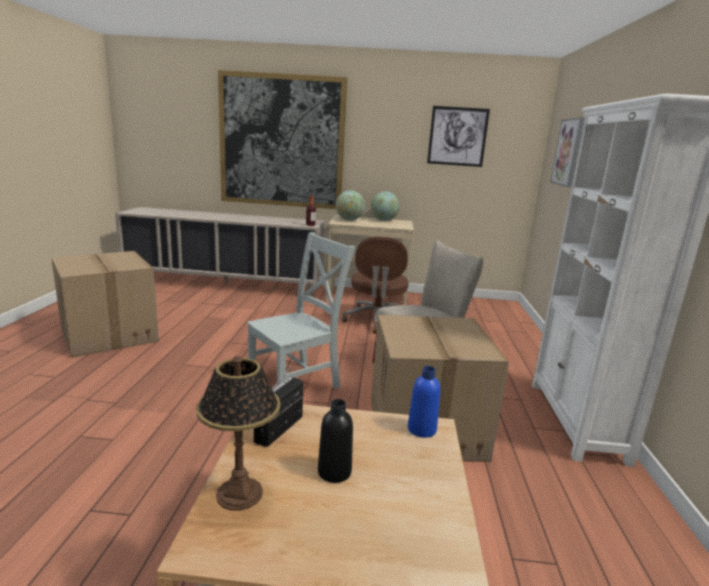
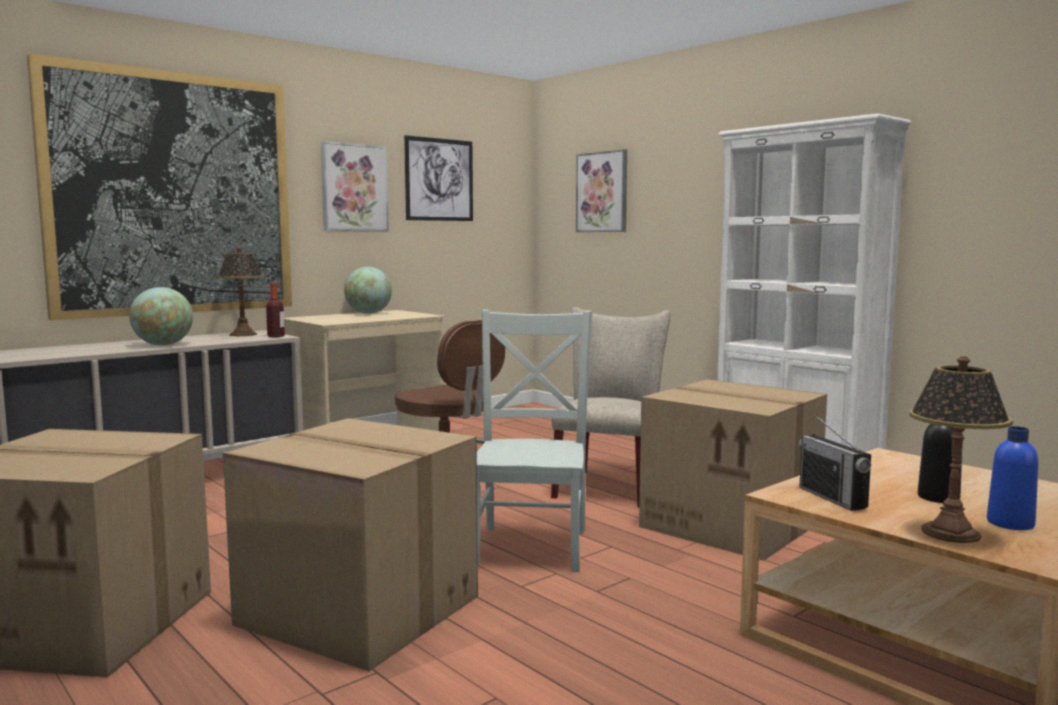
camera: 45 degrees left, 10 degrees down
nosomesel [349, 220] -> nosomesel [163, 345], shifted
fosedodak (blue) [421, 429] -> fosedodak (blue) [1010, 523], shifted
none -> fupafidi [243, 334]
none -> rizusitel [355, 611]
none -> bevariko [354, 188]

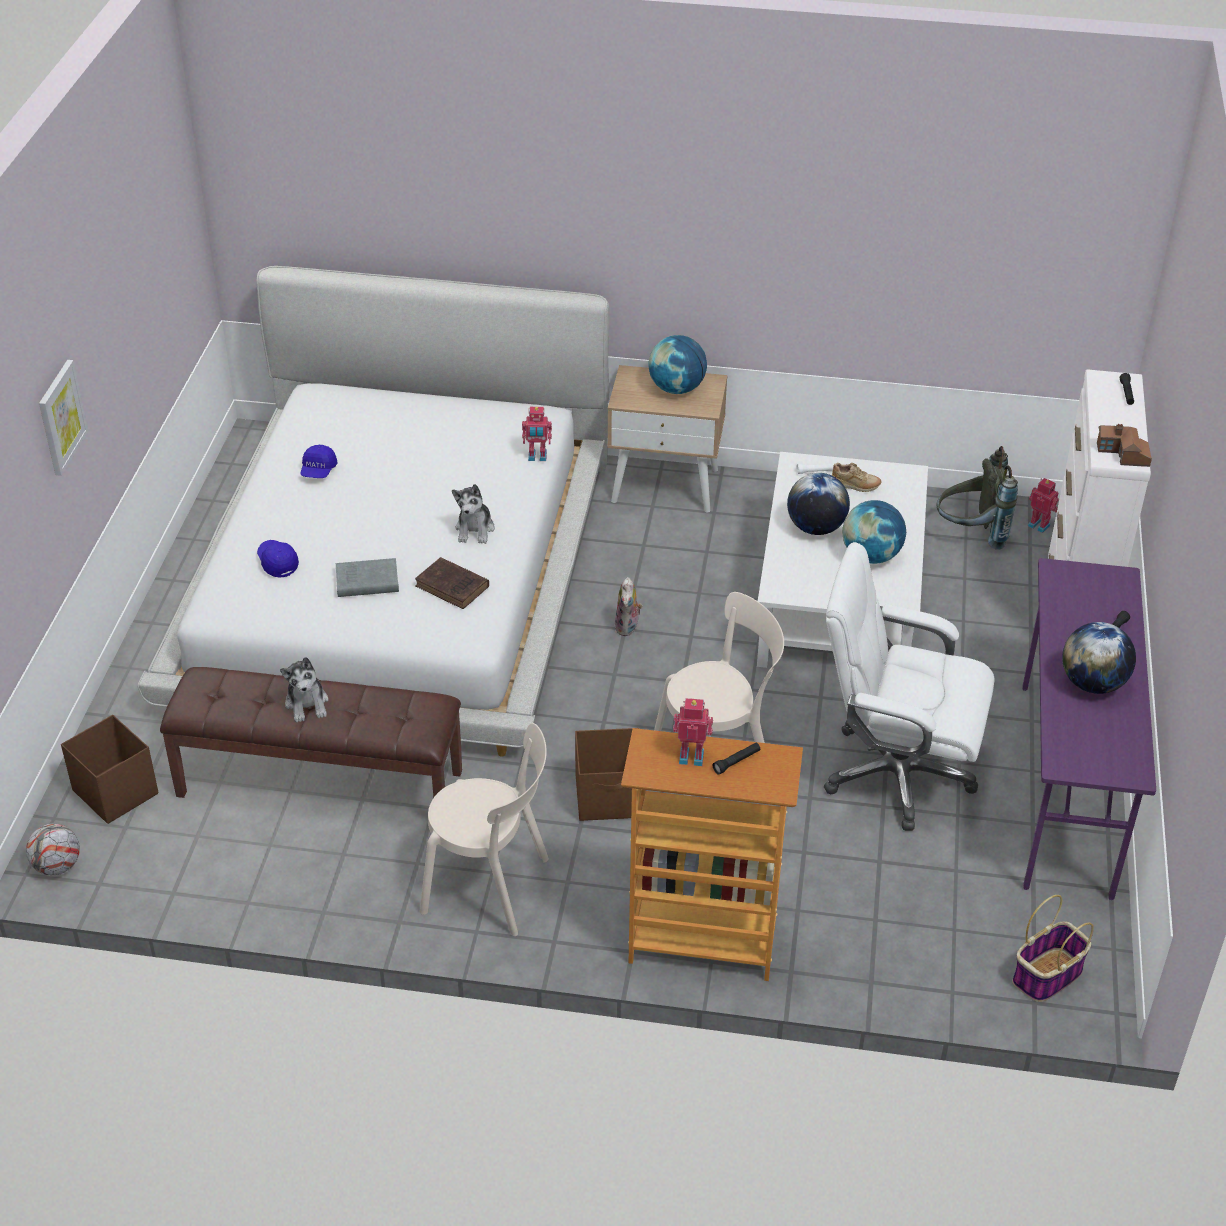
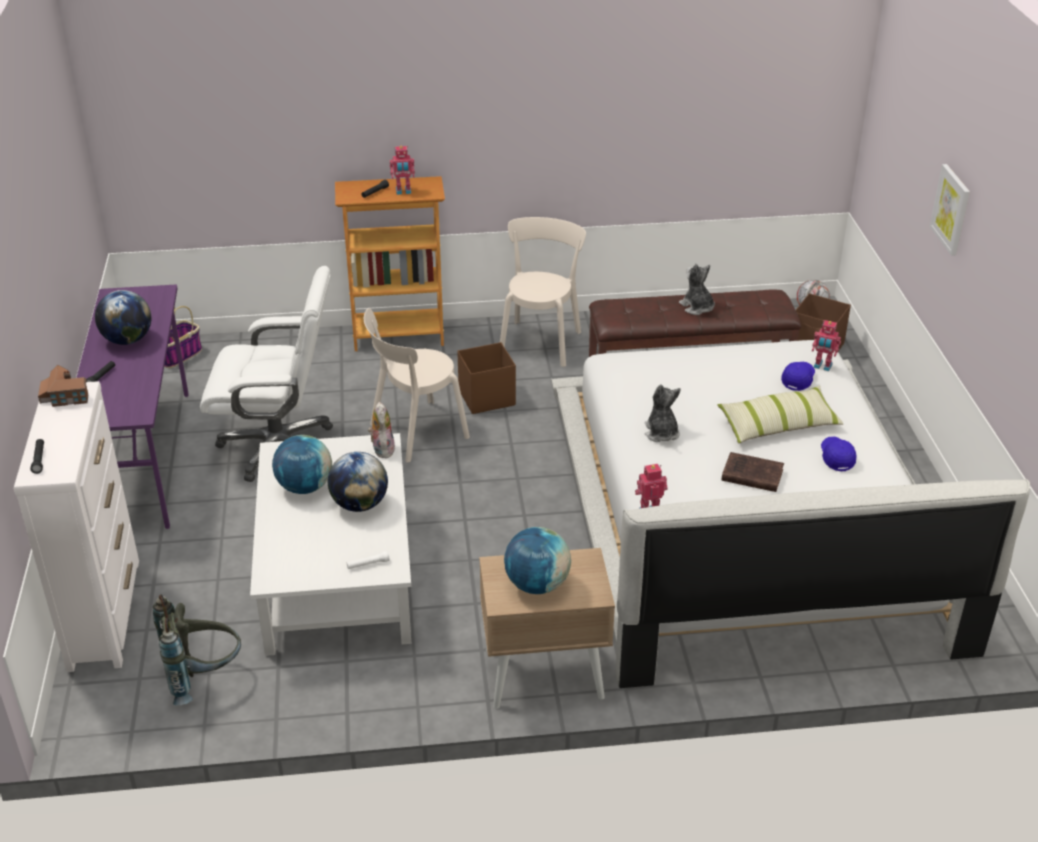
camera: 165 degrees right, 5 degrees down
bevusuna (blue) [277, 563] -> bevusuna (blue) [798, 380], 105 degrees counterclockwise
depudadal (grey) [365, 582] -> none
depudadal (brown) [453, 587] -> depudadal (brown) [750, 475], shifted
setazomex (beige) [491, 887] -> setazomex (beige) [541, 341], 105 degrees clockwise
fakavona [628, 627] -> fakavona [382, 449], shifted
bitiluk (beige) [855, 487] -> none
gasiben [1039, 525] -> gasiben [822, 366], shifted
none -> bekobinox [778, 425]

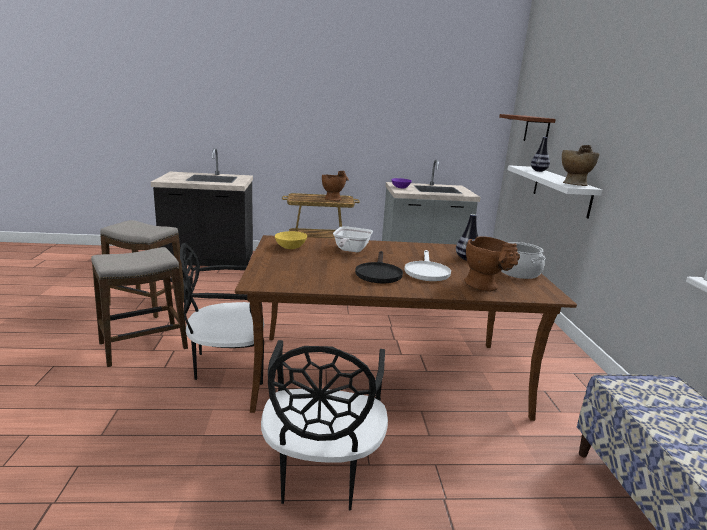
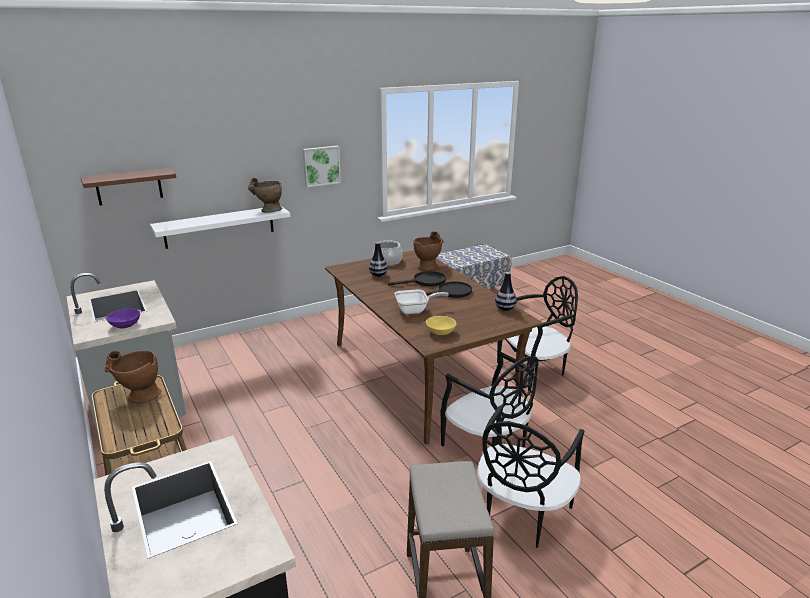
camera: 115 degrees left, 5 degrees up
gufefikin [143, 346] -> setazomex (black) [521, 515]
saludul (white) [426, 271] -> saludul (black) [425, 282]
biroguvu [538, 171] -> biroguvu [505, 309], shifted
none -> bevariko [321, 166]

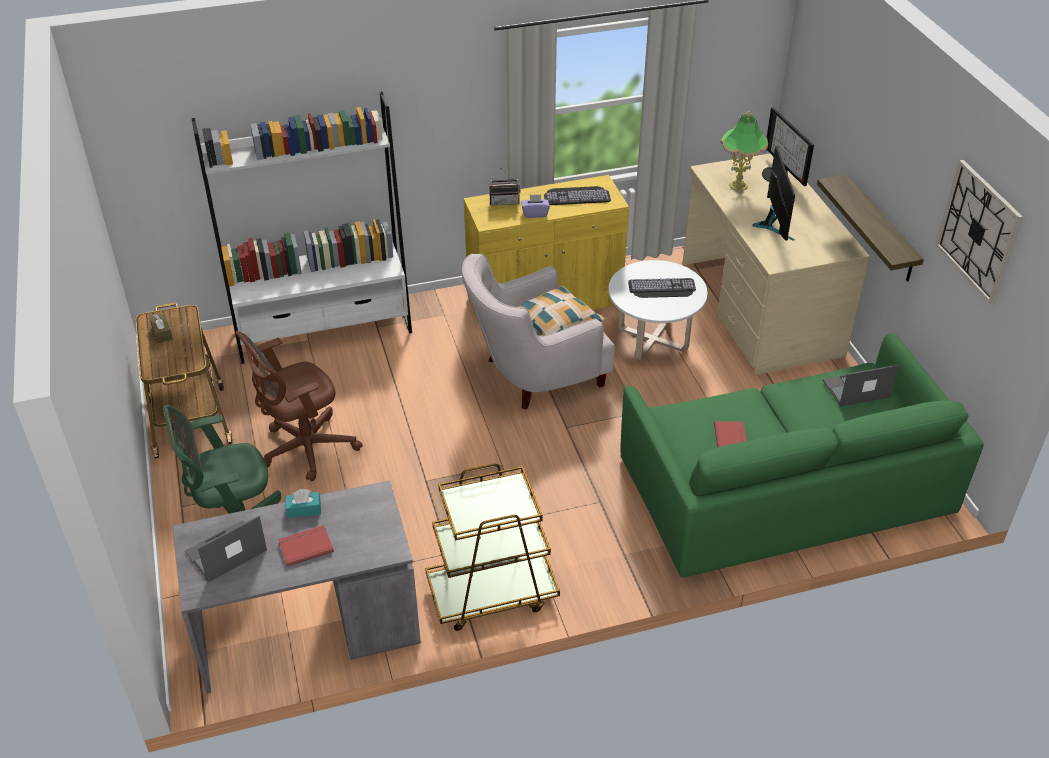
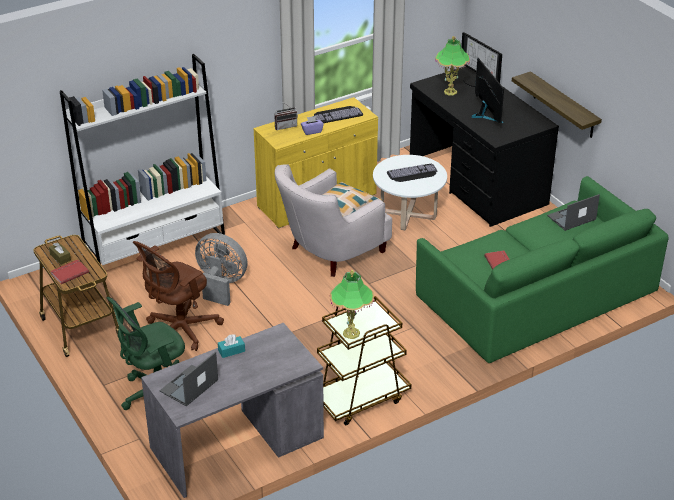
camera: 15 degrees left, 5 degrees down
depudadal (red) [305, 546] -> depudadal (red) [69, 272], shifted
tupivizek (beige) [759, 308] -> tupivizek (black) [476, 182]
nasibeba [978, 231] -> none
none -> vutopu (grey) [221, 285]
none -> fupafidi [351, 333]

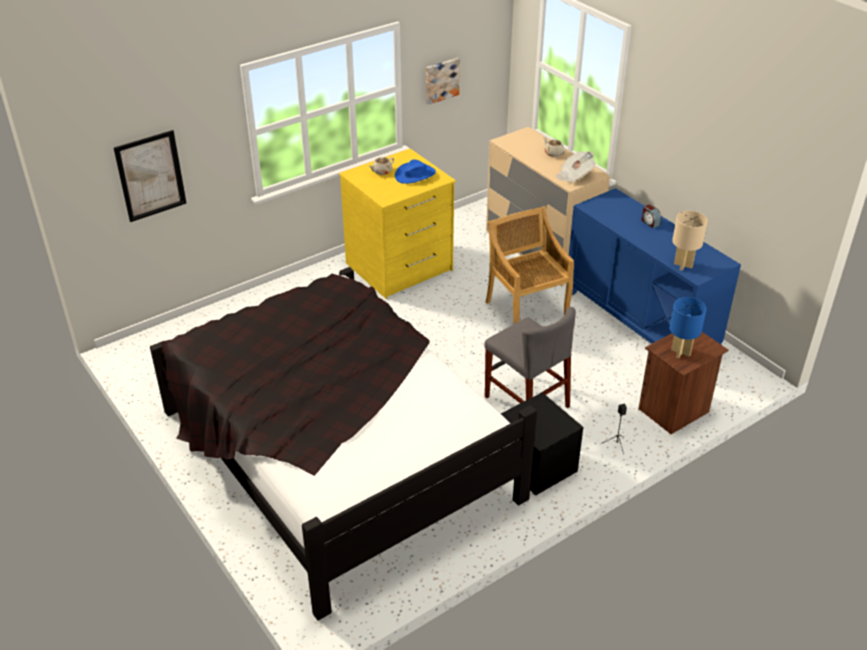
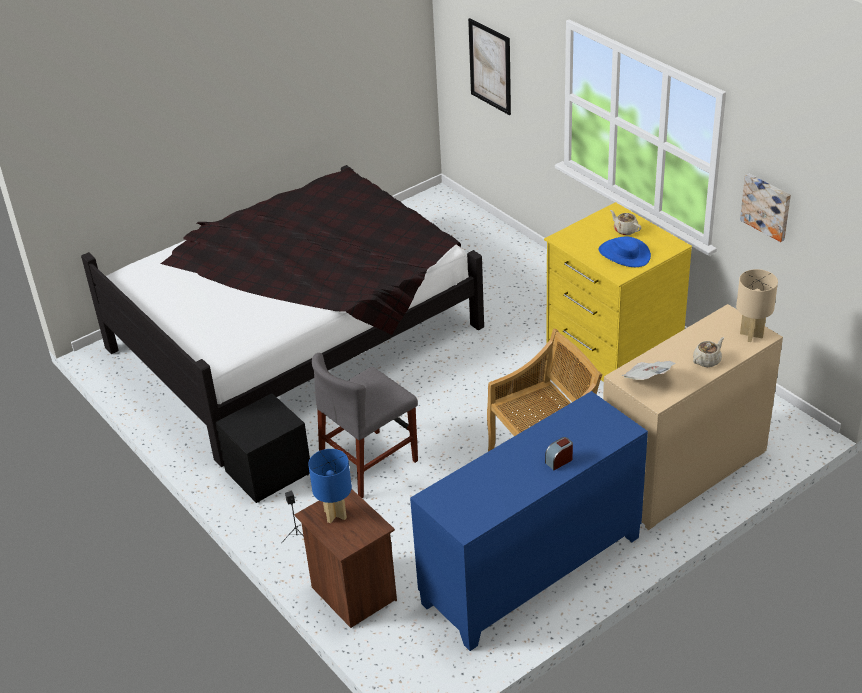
camera: 90 degrees right, 0 degrees up
fupafidi (beige) [683, 265] -> fupafidi (beige) [751, 335], shifted

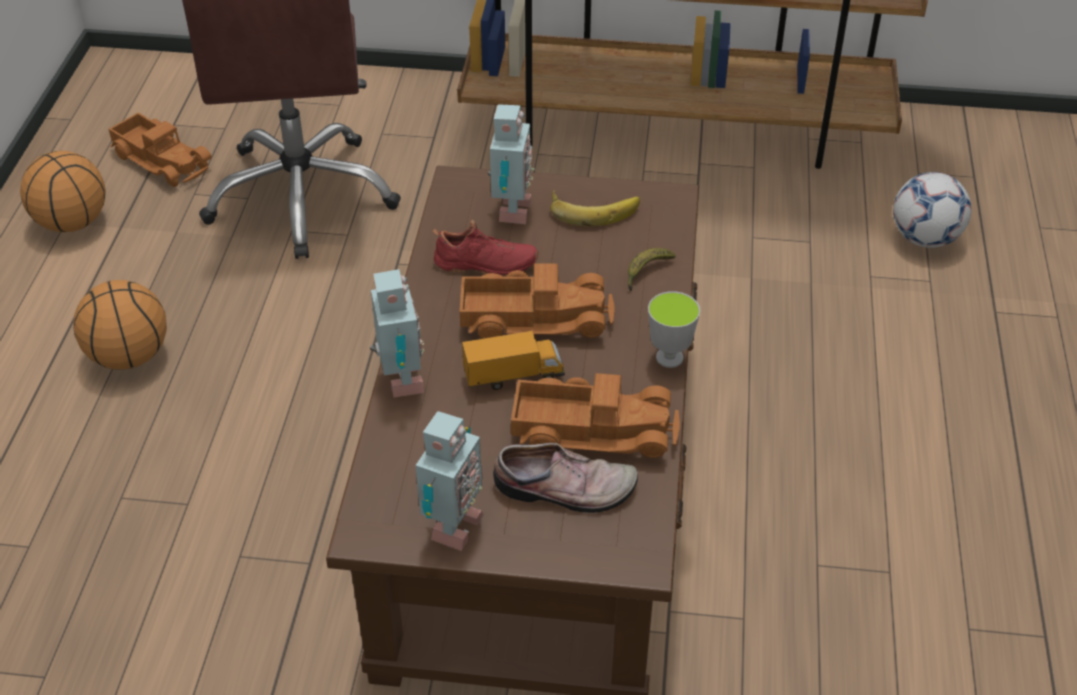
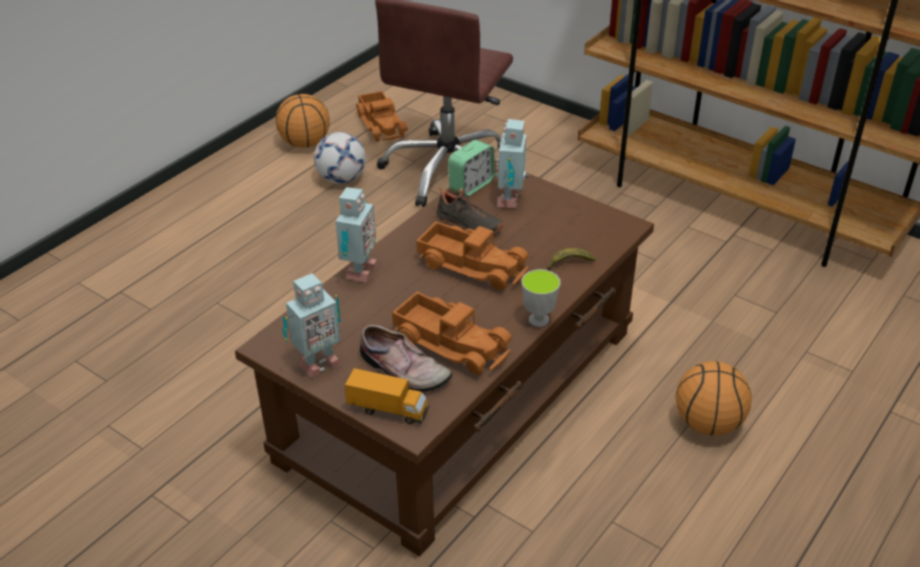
camera: 30 degrees right, 5 degrees down
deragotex [130, 357] -> deragotex [708, 424], shifted
bitiluk (red) [485, 266] -> bitiluk (black) [468, 225]
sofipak [514, 377] -> sofipak [388, 410], shifted
gasiben [510, 212] -> gasiben [511, 199], 150 degrees clockwise
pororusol [593, 208] -> none
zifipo [924, 238] -> zifipo [341, 179], shifted
none -> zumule [471, 185]

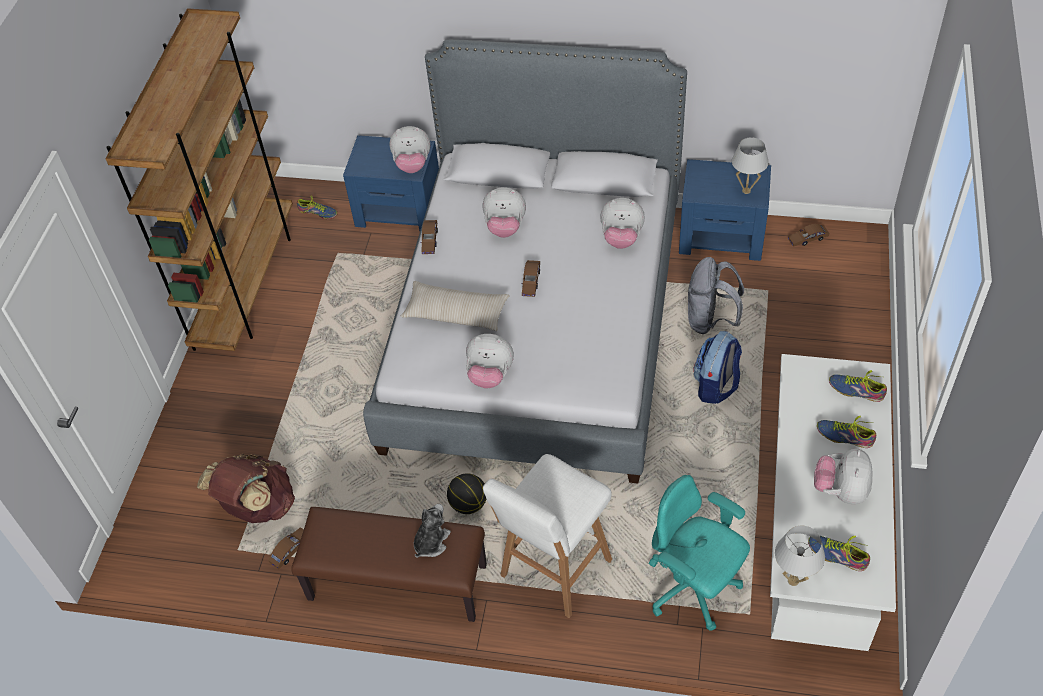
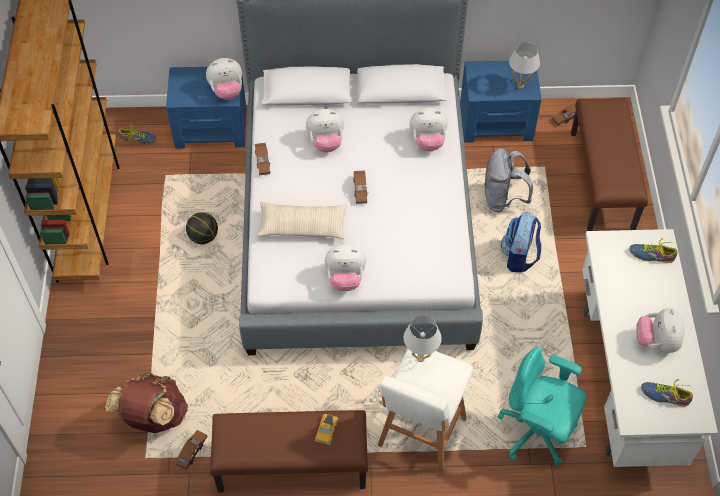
camera: 15 degrees left, 5 degrees up
fakavona [431, 542] -> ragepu [326, 430]
deragotex [468, 504] -> deragotex [203, 237], shifted
fupafidi (white) [793, 580] -> fupafidi (white) [420, 358], shifted
bitiluk [845, 436] -> none
none -> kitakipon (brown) [603, 180]

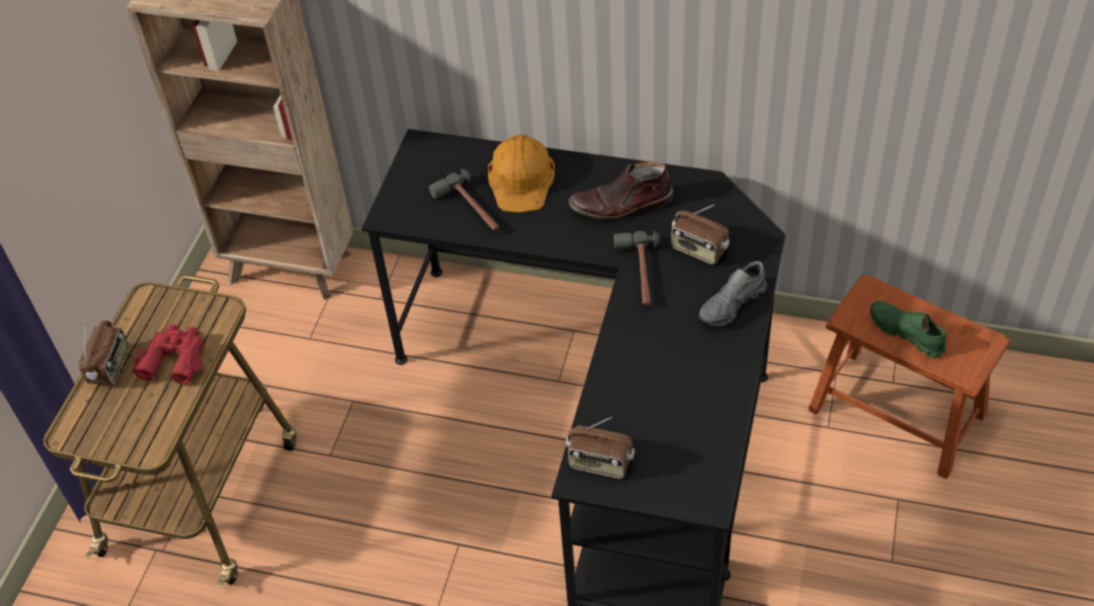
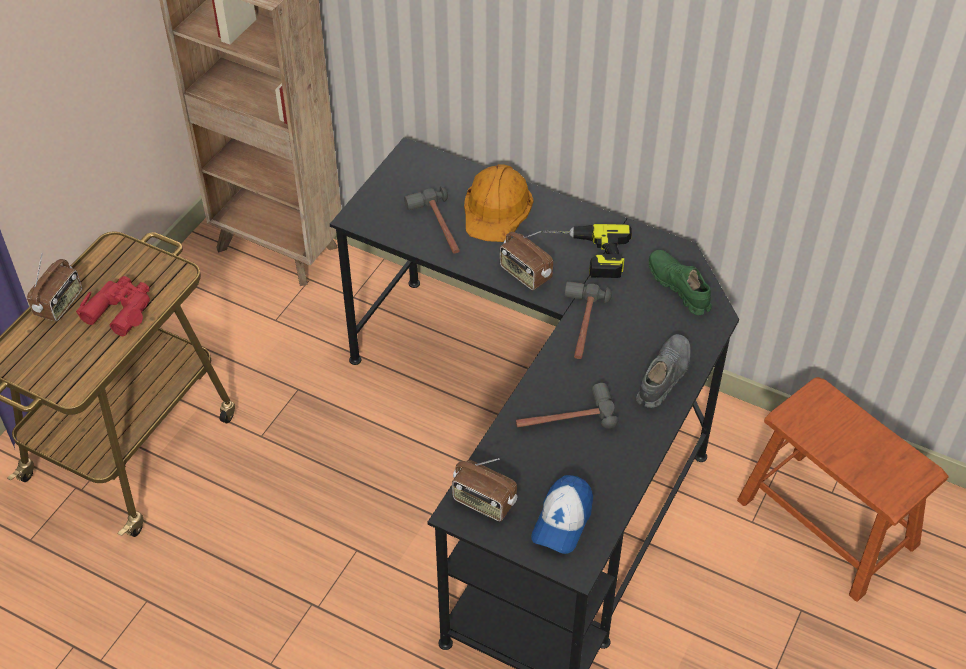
camera: 10 degrees right, 0 degrees up
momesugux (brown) [621, 205] -> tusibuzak [586, 254]
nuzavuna [698, 250] -> nuzavuna [525, 274], shifted
bitiluk (grey) [732, 305] -> bitiluk (grey) [663, 377], 150 degrees clockwise
bitiluk (green) [906, 334] -> bitiluk (green) [679, 288], shifted
none -> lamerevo [564, 418]
none -> bevusuna [562, 521]

